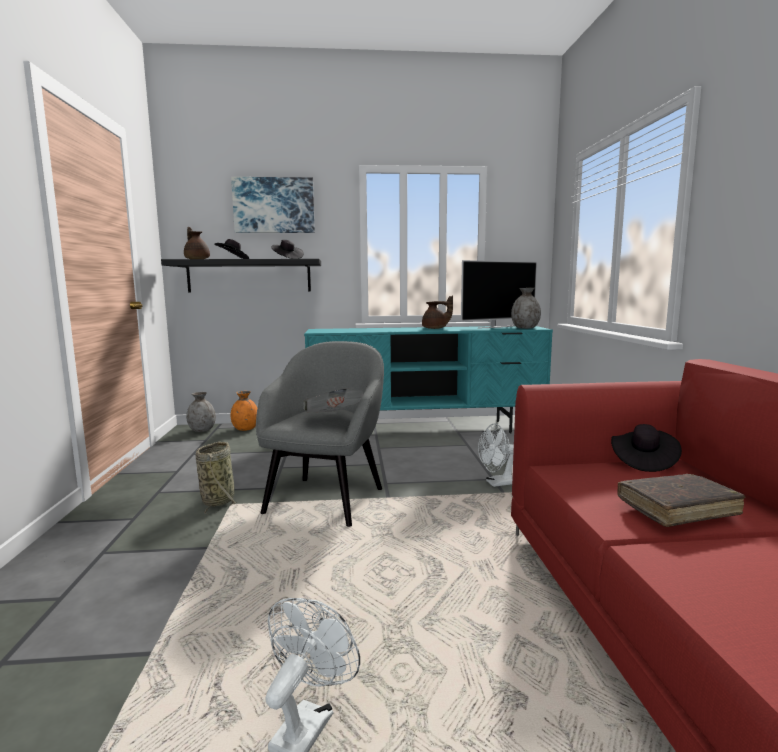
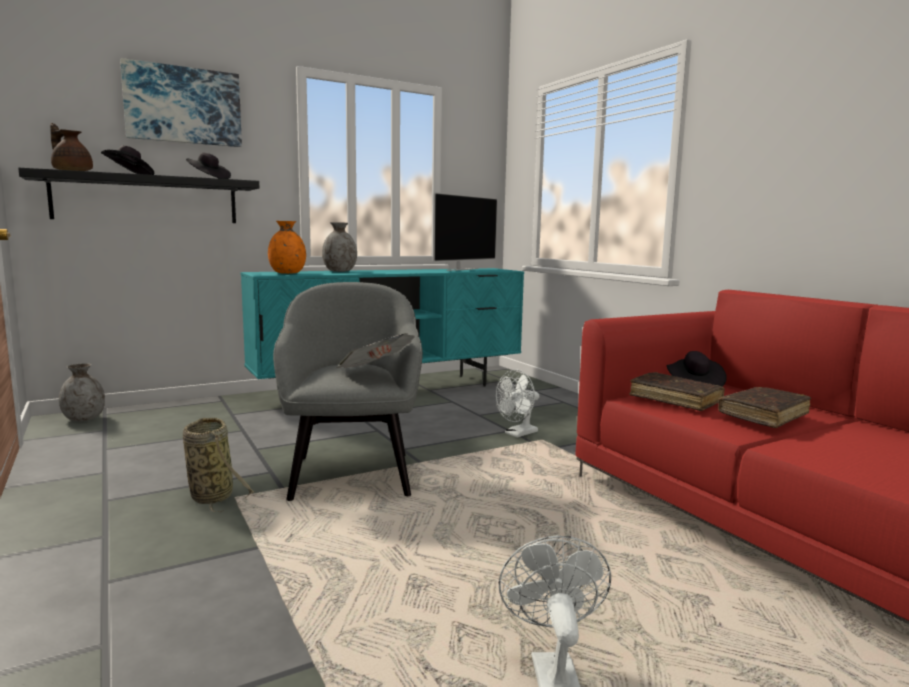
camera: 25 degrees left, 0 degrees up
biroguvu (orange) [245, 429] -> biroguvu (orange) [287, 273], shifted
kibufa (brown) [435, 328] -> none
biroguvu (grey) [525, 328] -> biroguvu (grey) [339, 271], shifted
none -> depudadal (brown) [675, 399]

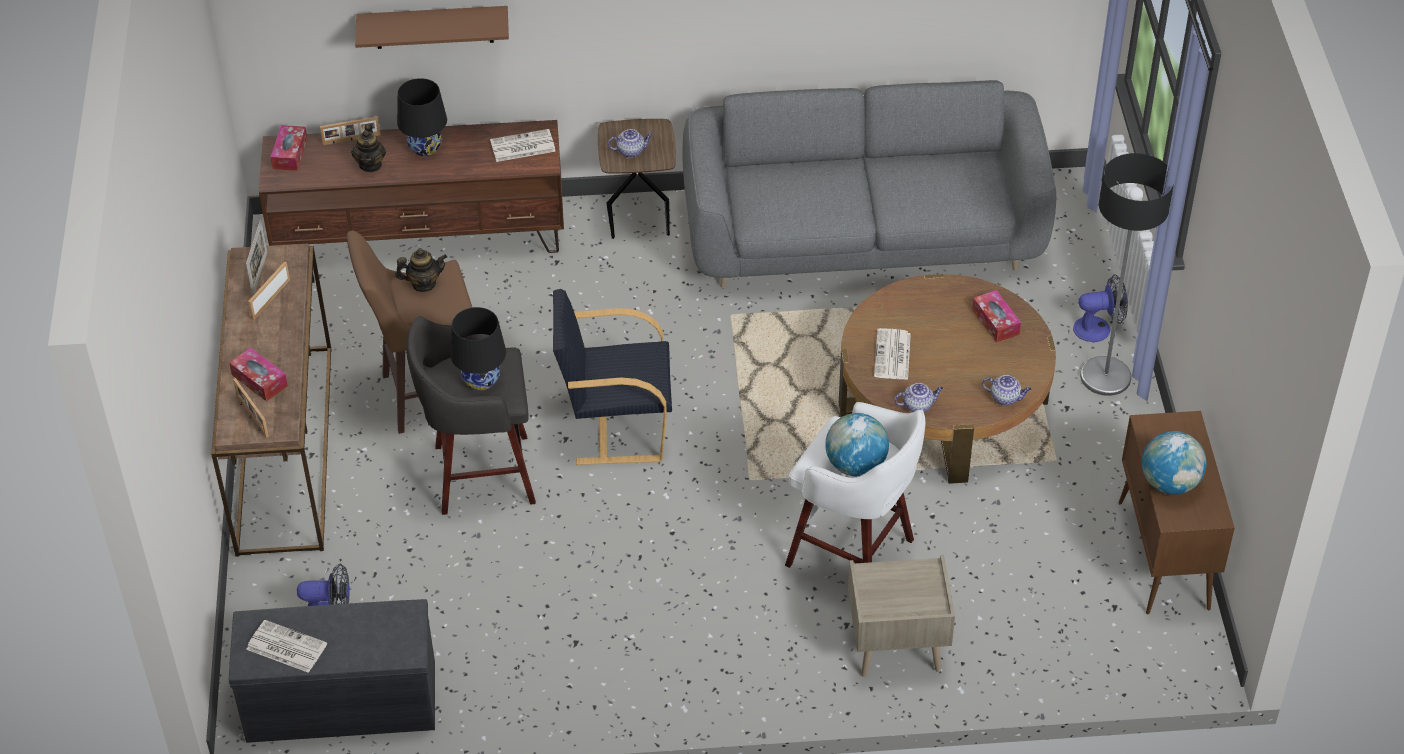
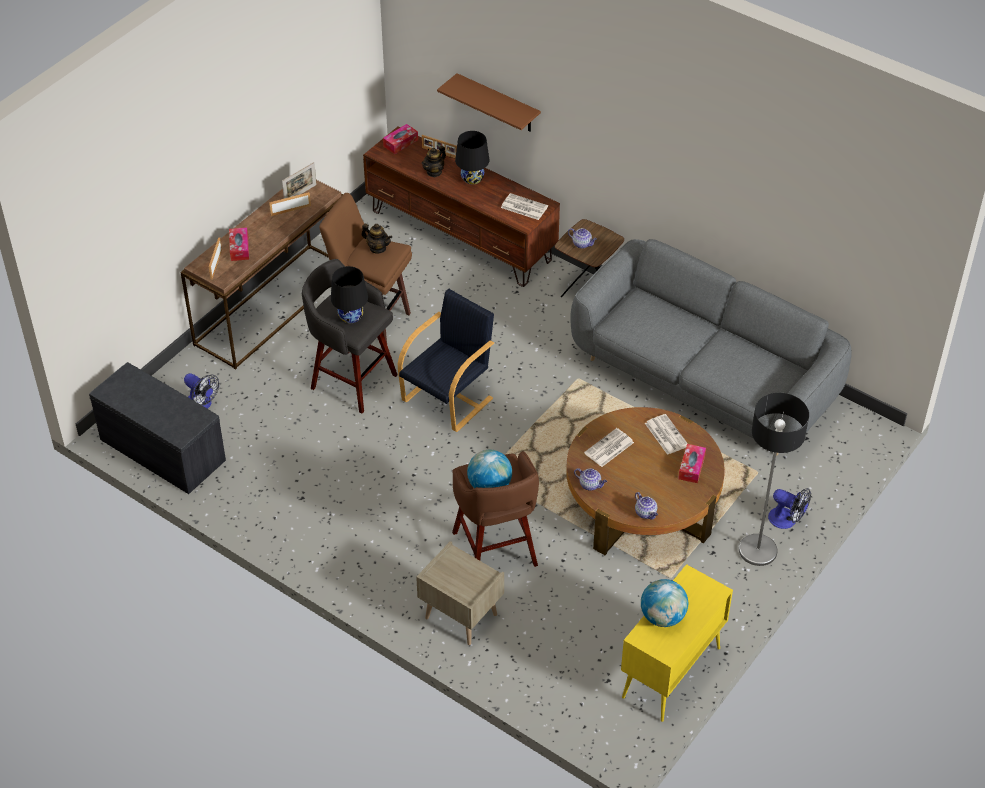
camera: 40 degrees right, 0 degrees up
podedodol [285, 647] -> podedodol [665, 434], shifted
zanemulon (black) [616, 425] -> zanemulon (black) [449, 399], 90 degrees clockwise
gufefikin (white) [853, 554] -> gufefikin (brown) [495, 551]
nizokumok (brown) [1164, 556] -> nizokumok (yellow) [671, 673]

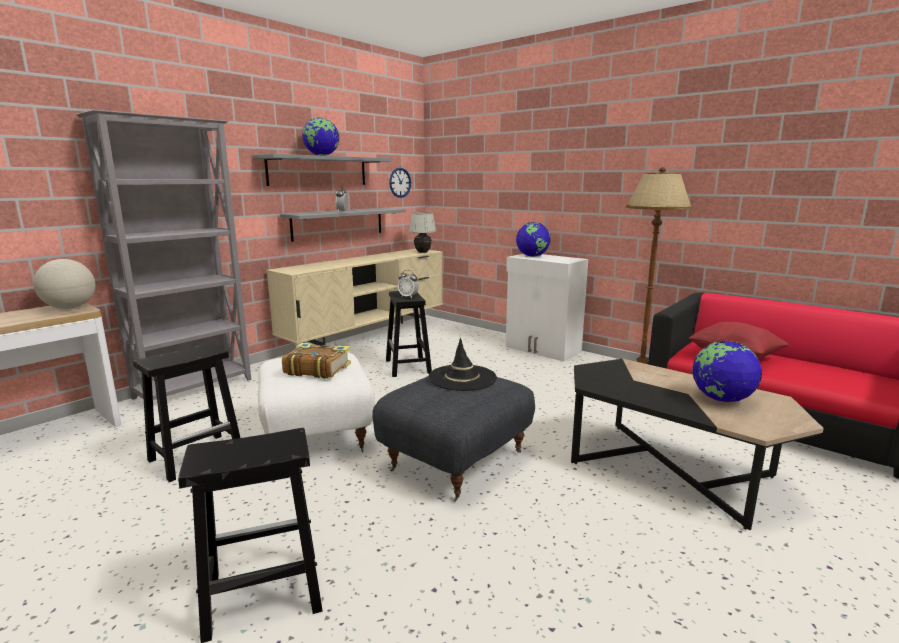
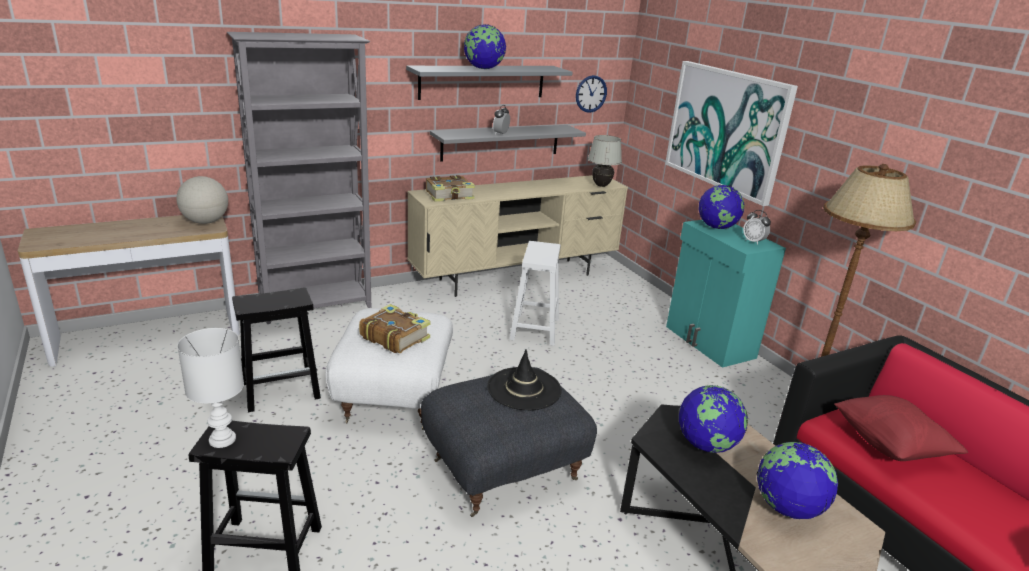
camera: 20 degrees right, 10 degrees up
gufefikin (black) [408, 367] -> gufefikin (white) [535, 329]
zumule [408, 297] -> zumule [753, 241], shifted
nizokumok (white) [542, 350] -> nizokumok (turquoise) [709, 342]
none -> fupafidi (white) [222, 439]
none -> depudadal [450, 196]
none -> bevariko [726, 129]
none -> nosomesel [706, 445]

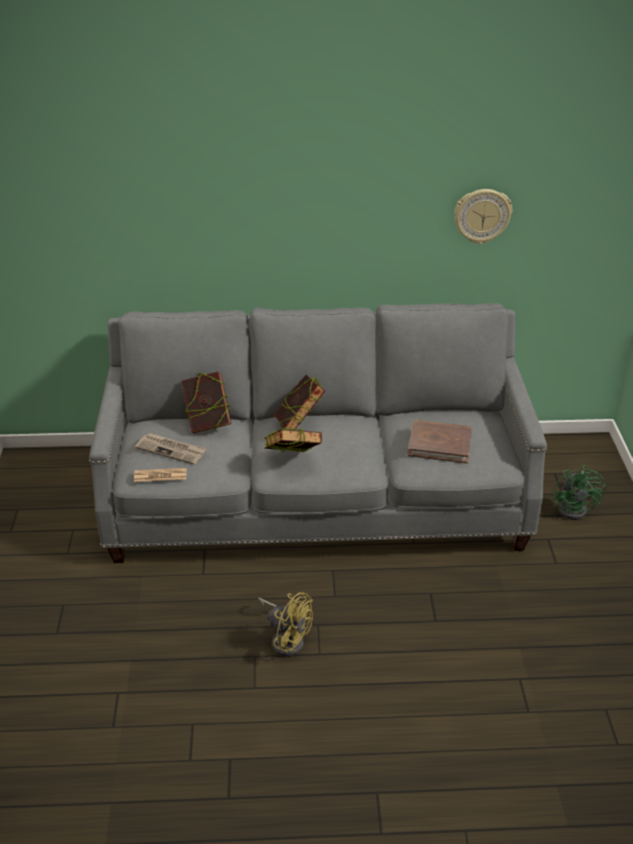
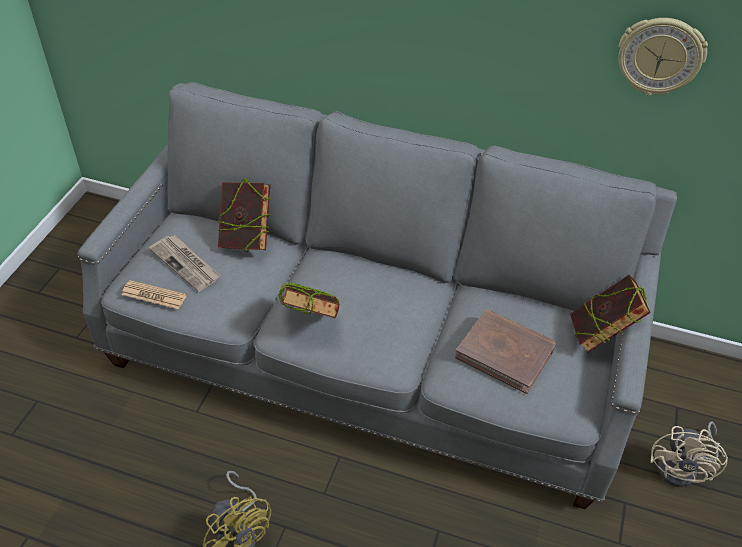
camera: 20 degrees right, 10 degrees up
depudadal [299, 424] -> depudadal [600, 336], shifted
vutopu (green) [576, 508] -> vutopu (beige) [683, 469]

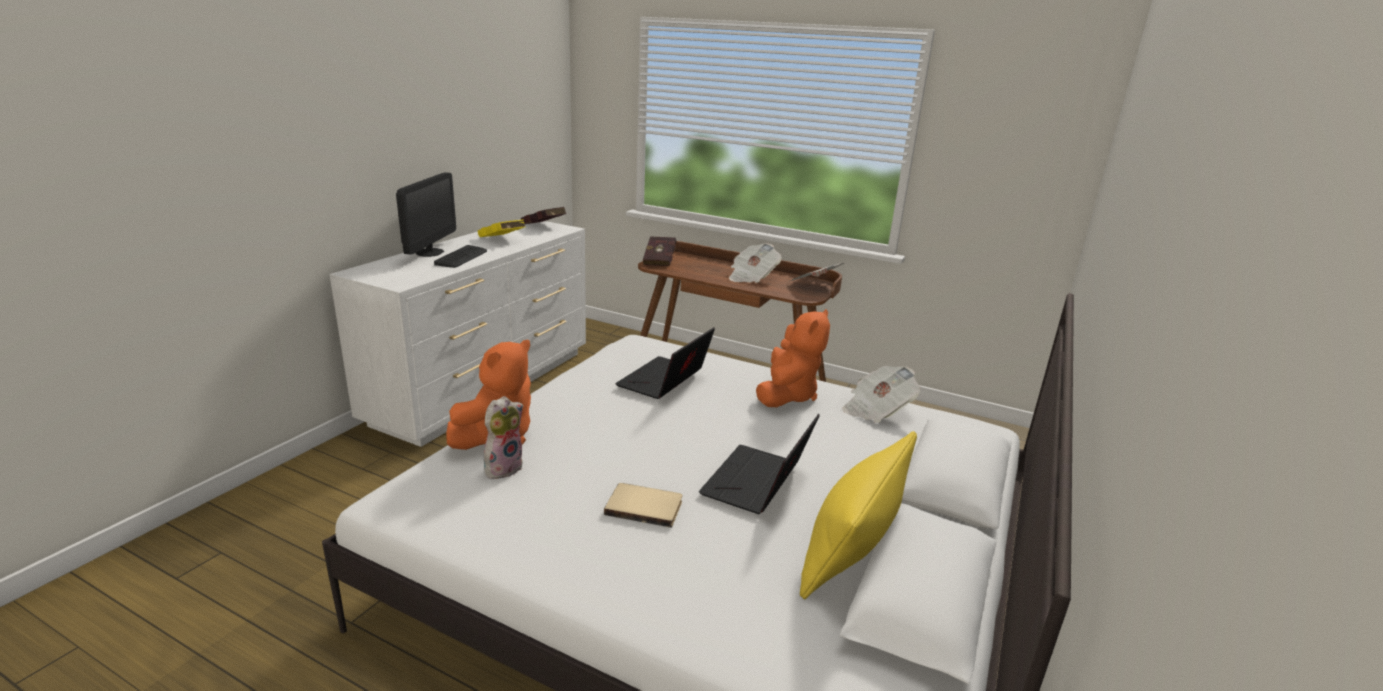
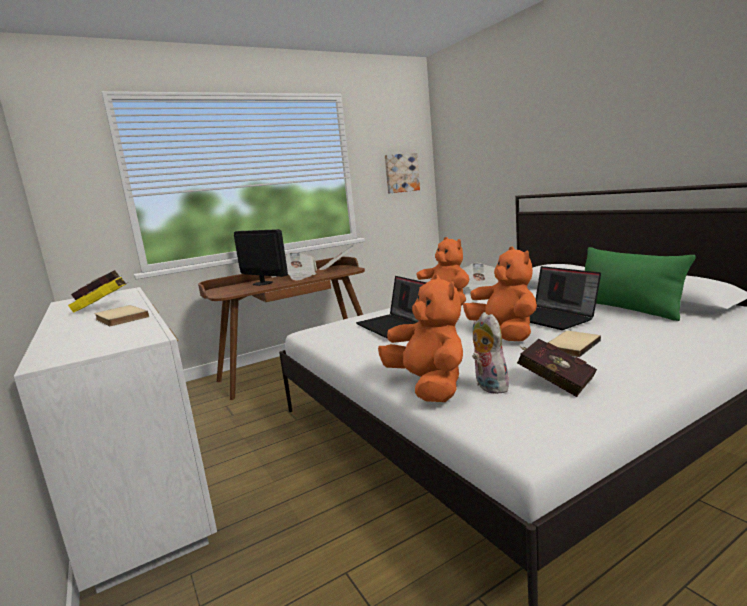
camera: 55 degrees left, 10 degrees down
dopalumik [430, 252] -> dopalumik [262, 283], shifted
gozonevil [462, 257] -> depudadal (beige) [119, 318]
depudadal (red) [660, 261] -> depudadal (red) [553, 382], shifted
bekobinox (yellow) [852, 547] -> bekobinox (green) [626, 308]
none -> bevariko [401, 173]
none -> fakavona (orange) [504, 333]

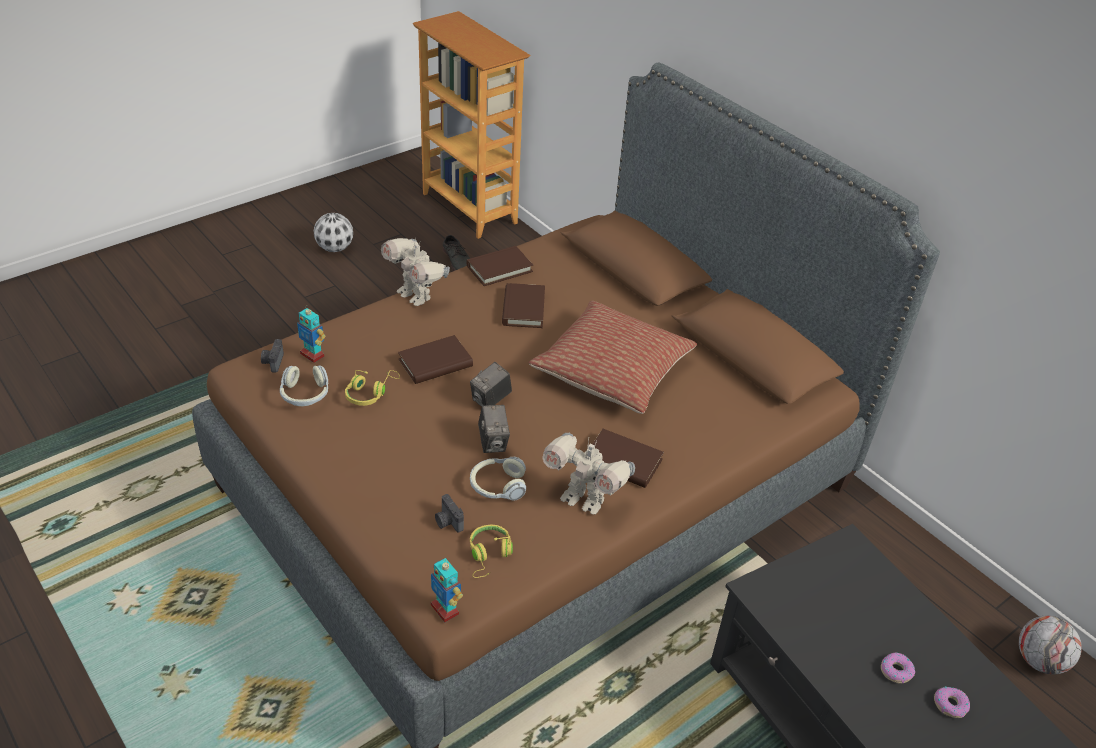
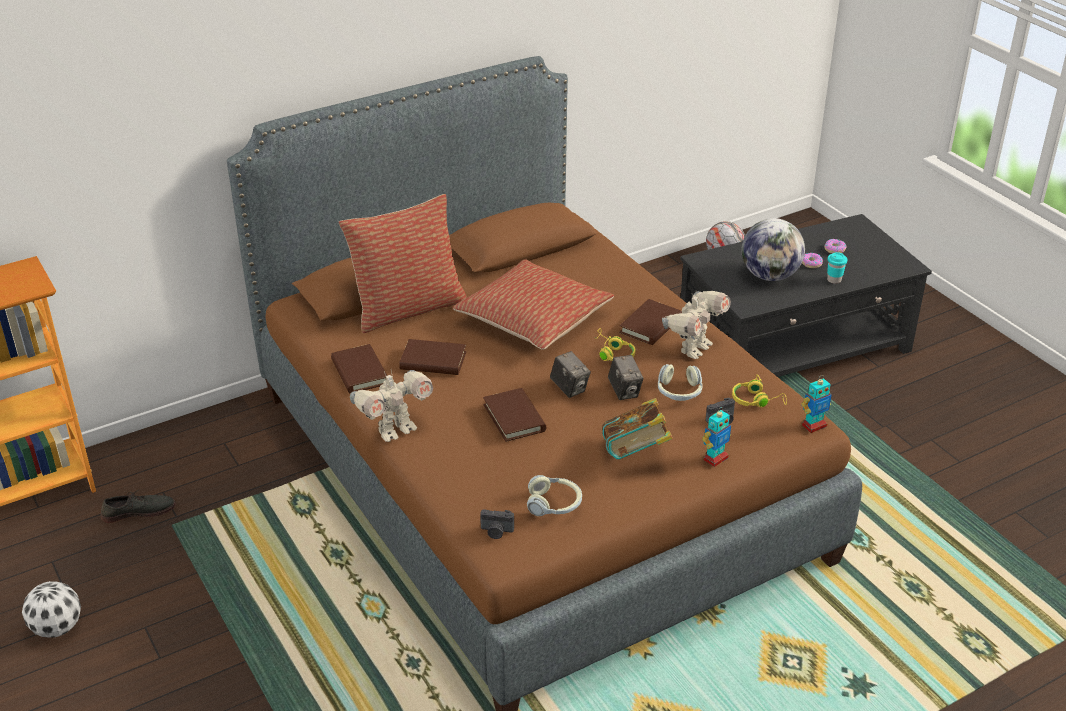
camera: 80 degrees left, 5 degrees down
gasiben [312, 355] -> gasiben [715, 458], shifted
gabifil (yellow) [370, 393] -> gabifil (yellow) [612, 353], shifted
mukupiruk [493, 442] -> mukupiruk [624, 391], 75 degrees clockwise
none -> bekobinox [408, 308]
none -> depudadal [635, 454]
none -> nosomesel [770, 276]
none -> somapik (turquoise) [834, 280]

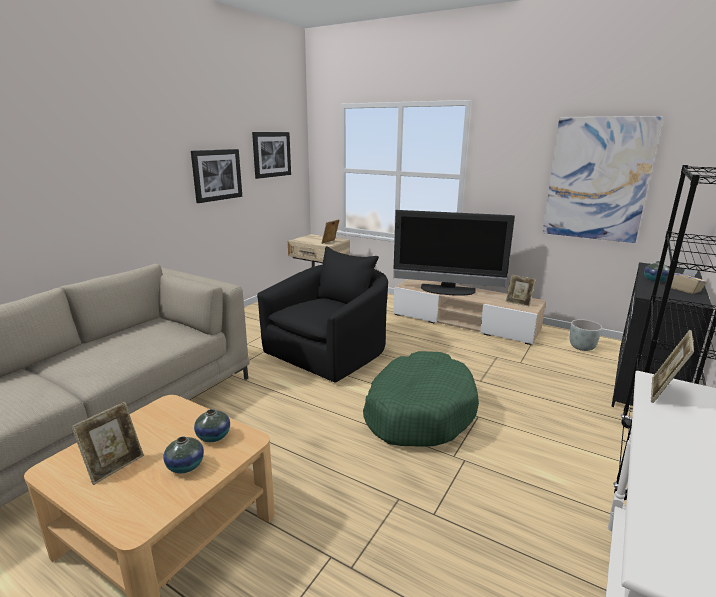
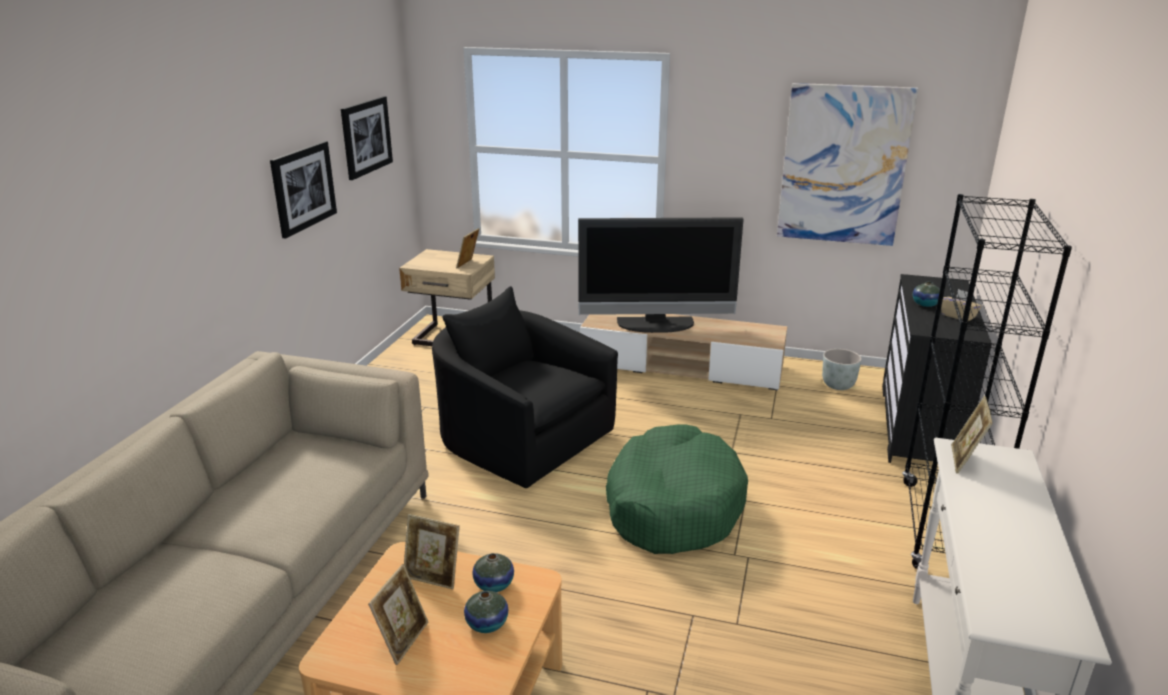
camera: 15 degrees left, 5 degrees up
zanemulon (black) [331, 352] -> zanemulon (black) [521, 439], 75 degrees counterclockwise
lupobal [518, 303] -> lupobal [433, 576], shifted

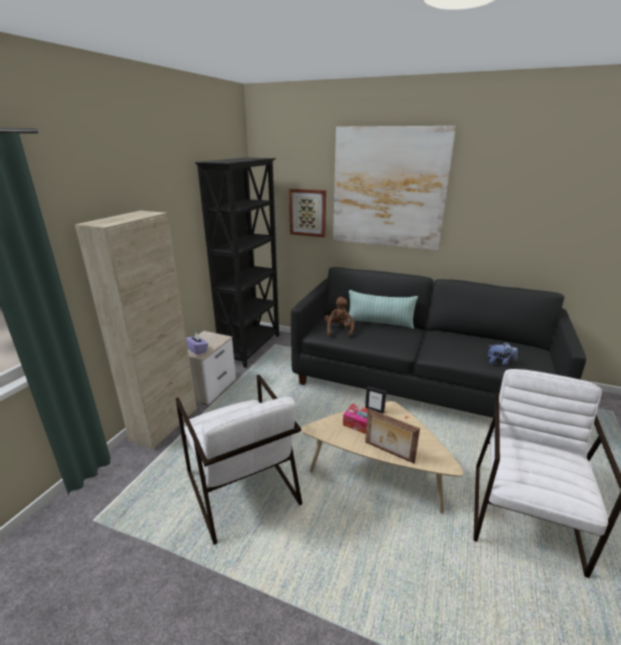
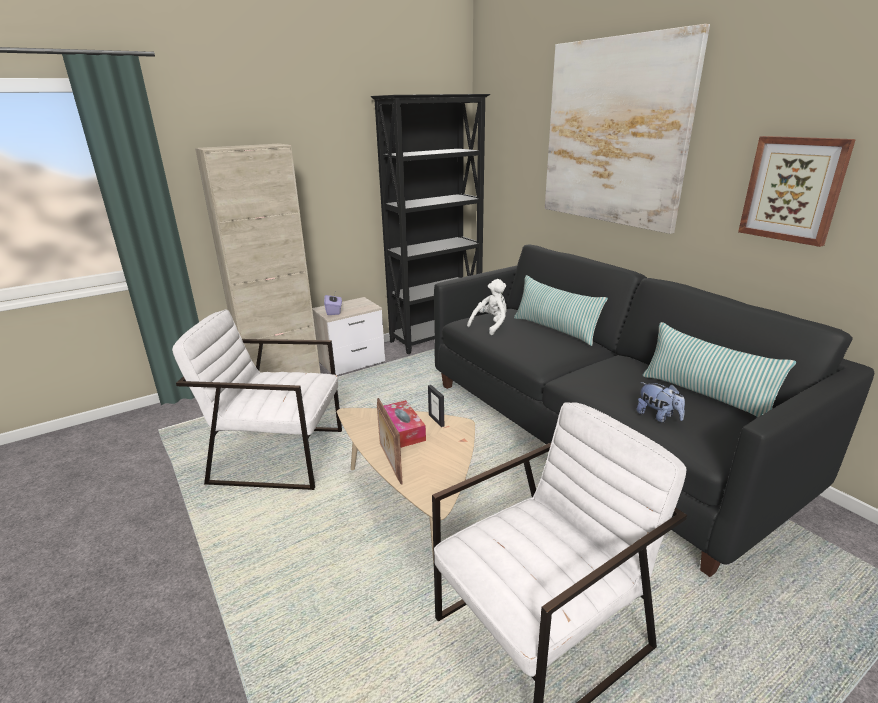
camera: 35 degrees right, 0 degrees up
zanemulon (white) [242, 488] -> zanemulon (white) [278, 455], 90 degrees clockwise
bevariko [308, 212] -> bevariko [793, 189], shifted
fakavona (brown) [339, 330] -> fakavona (white) [491, 325]
none -> bekobinox [705, 395]

